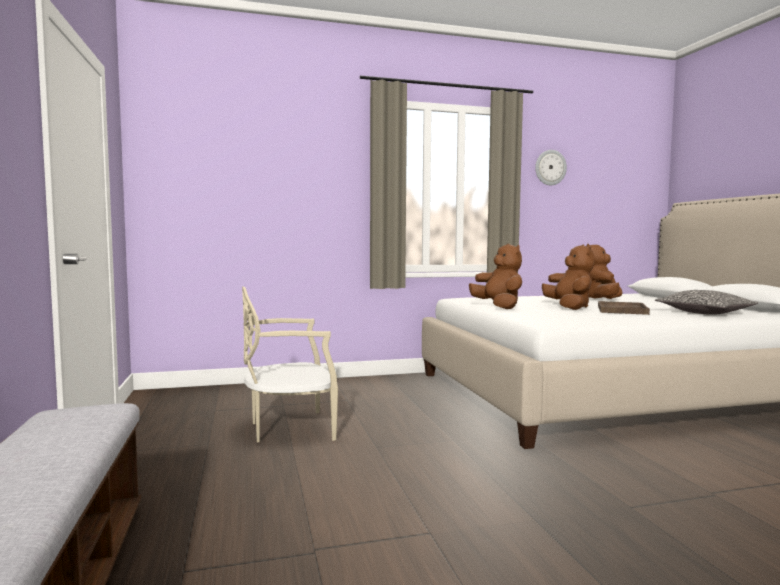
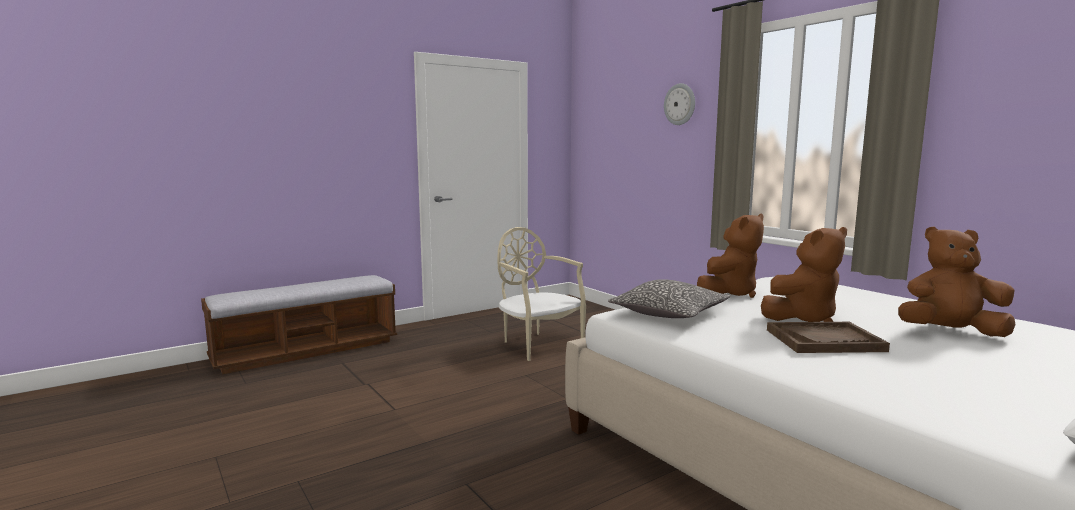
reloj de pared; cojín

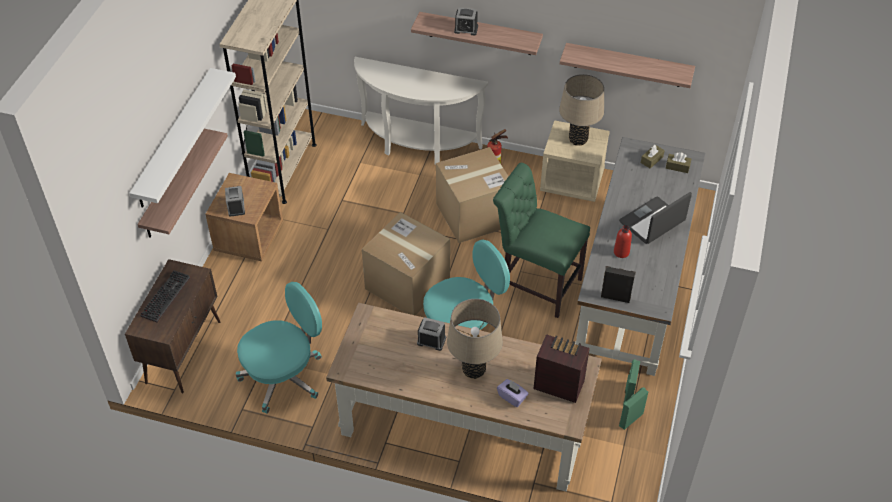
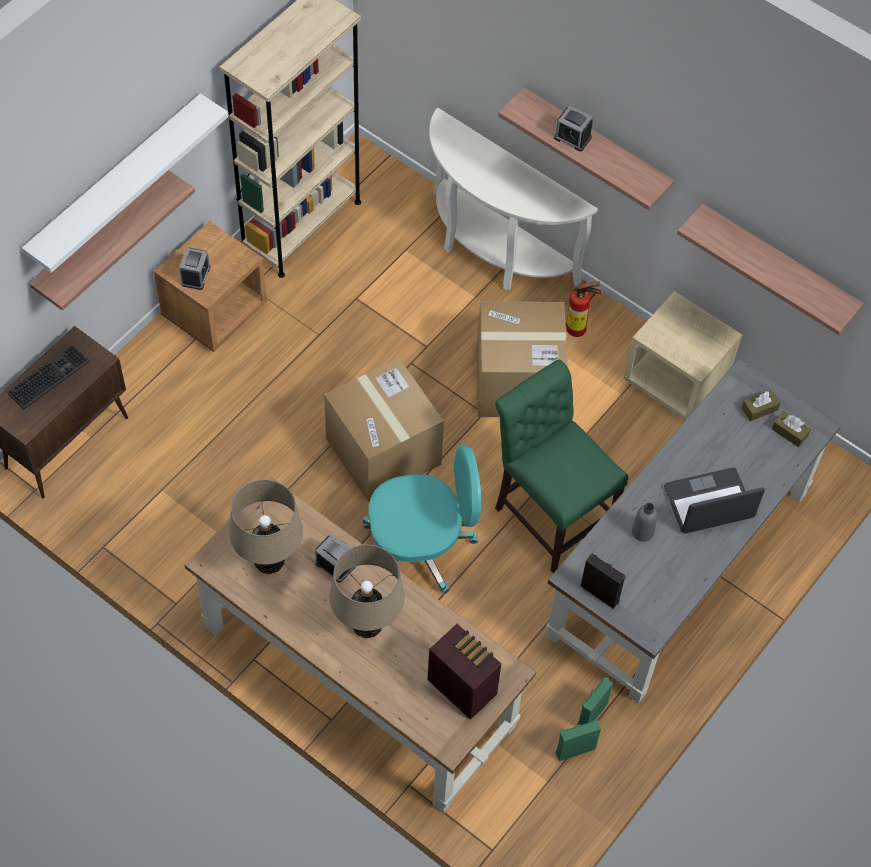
silla de oficina [turquesa] (no. 1 from left in the first image); caja de pañuelos [morado]; lámpara de mesa [beis] (no. 1 from left); botella [gris]

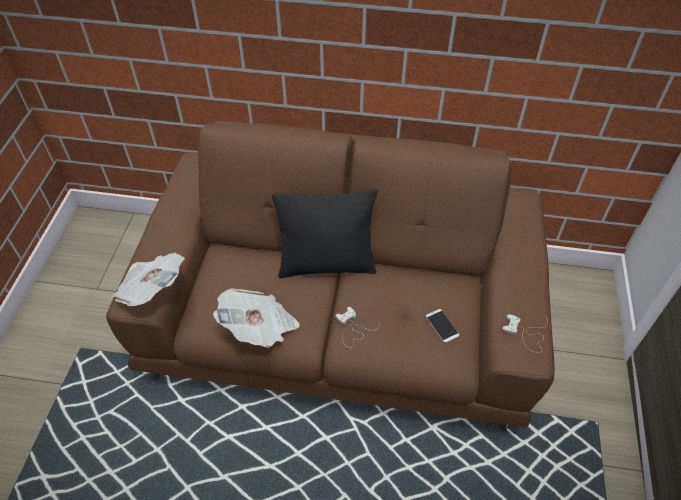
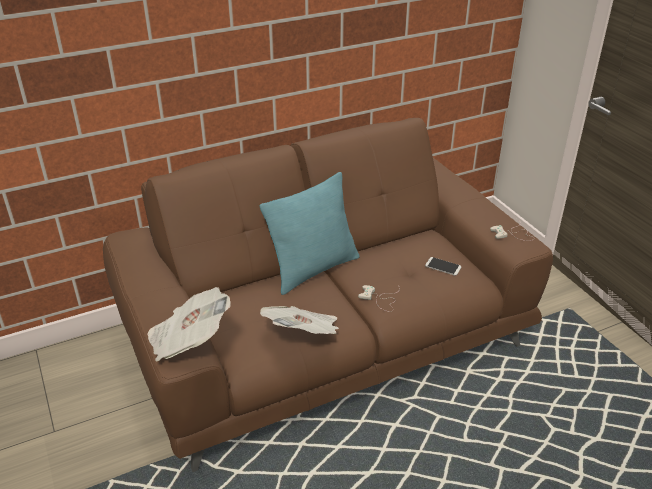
cojín [turquesa]

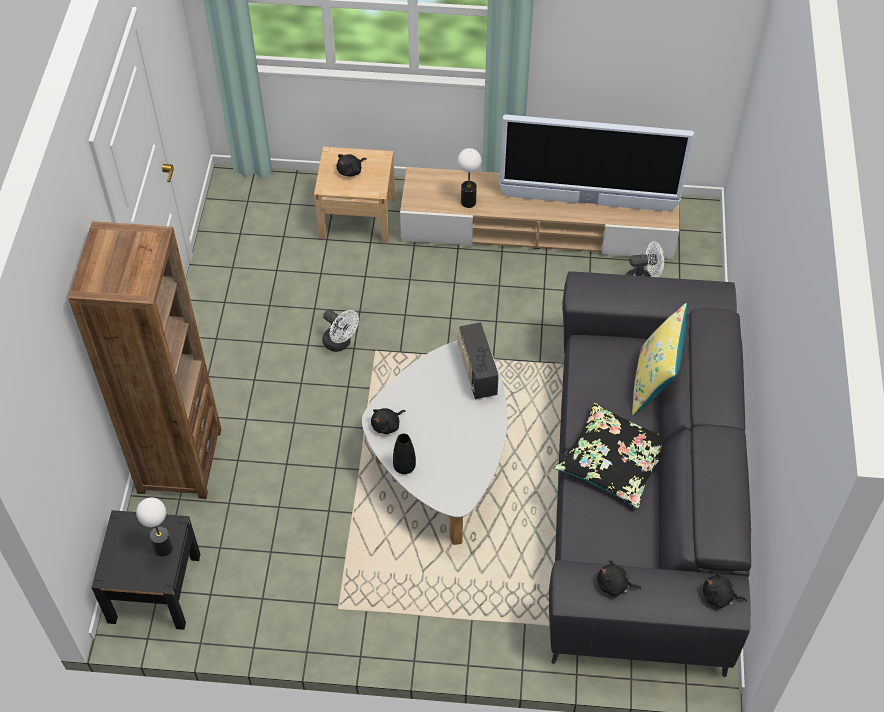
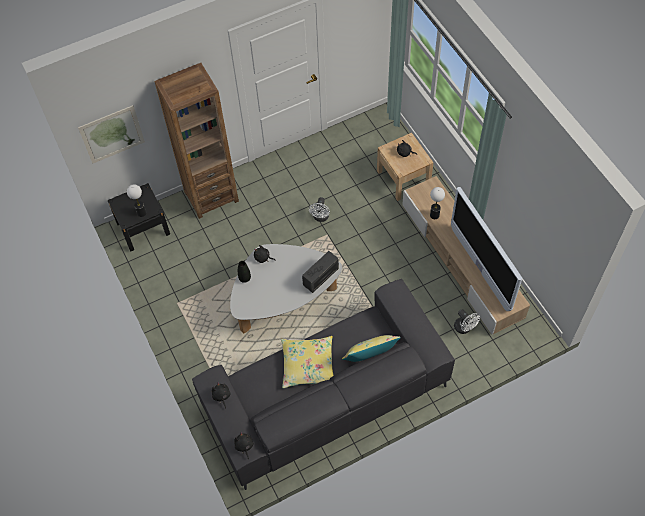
cuadro; cojín [amarillo] (no. 1 from left)

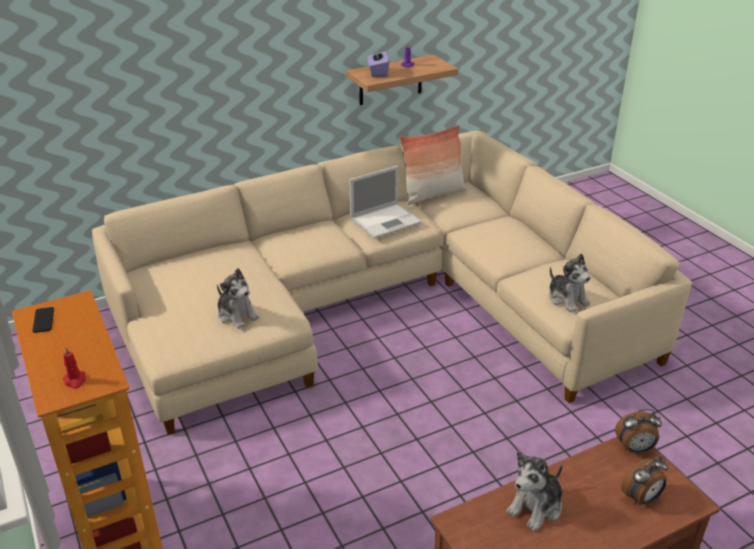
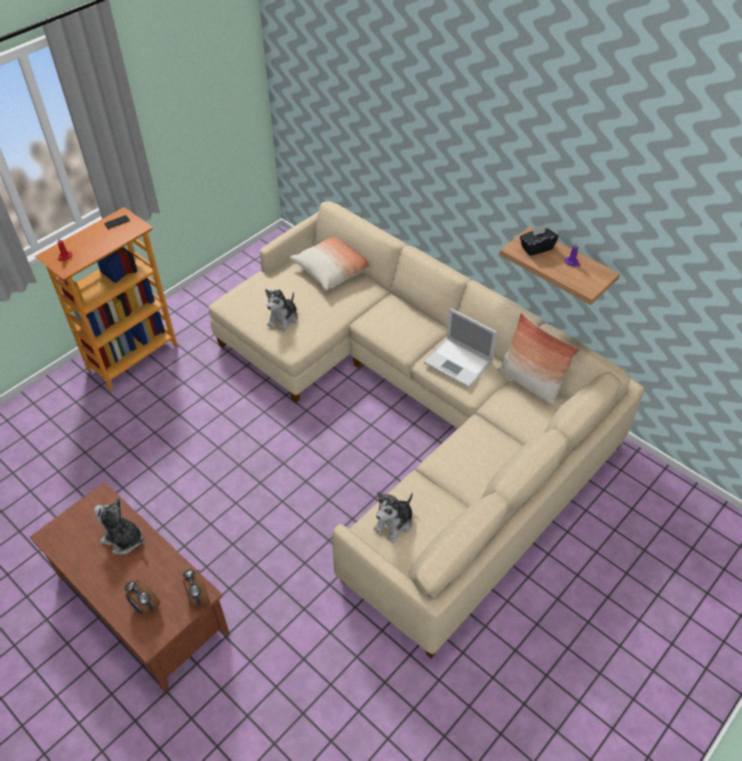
cojín (no. 1 from left); caja de pañuelos [negro]

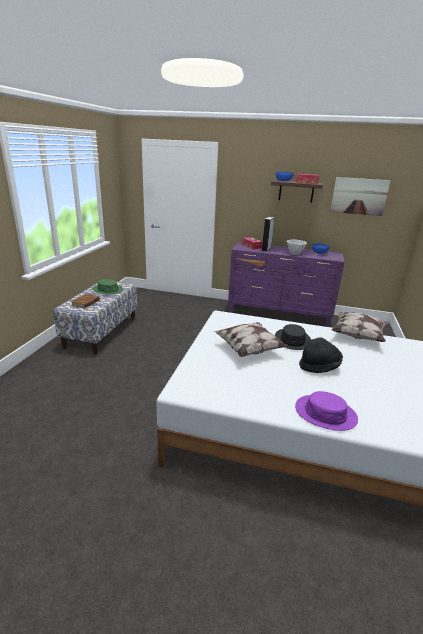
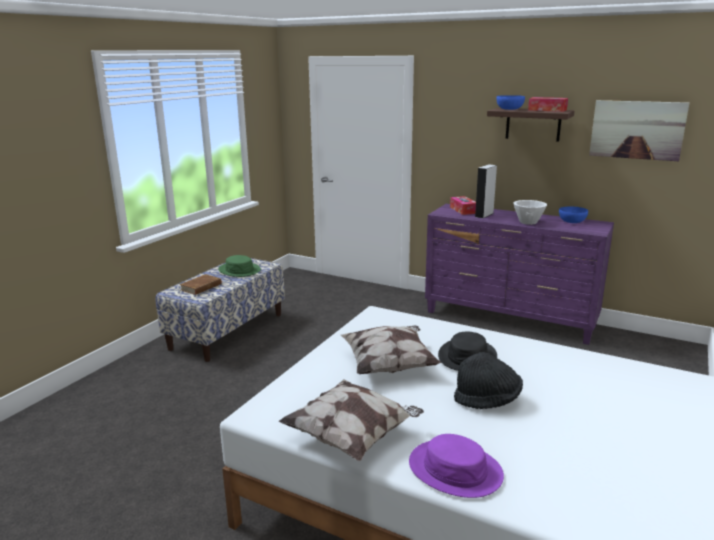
cojín (no. 1 from left)

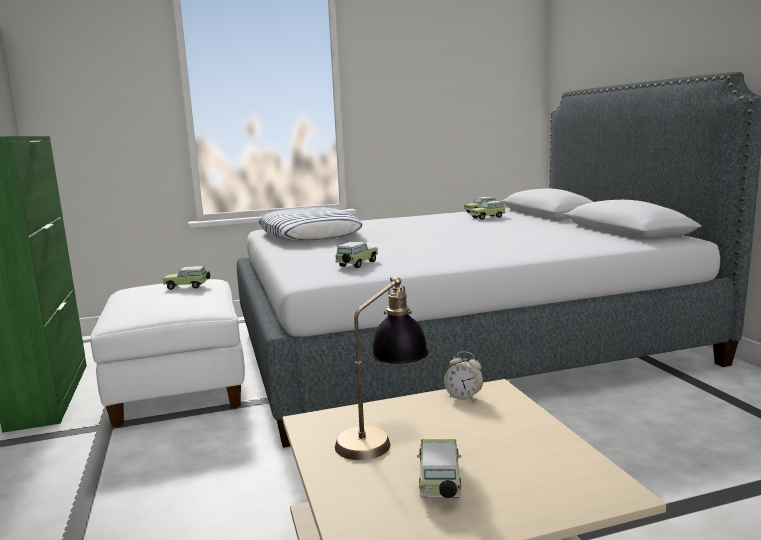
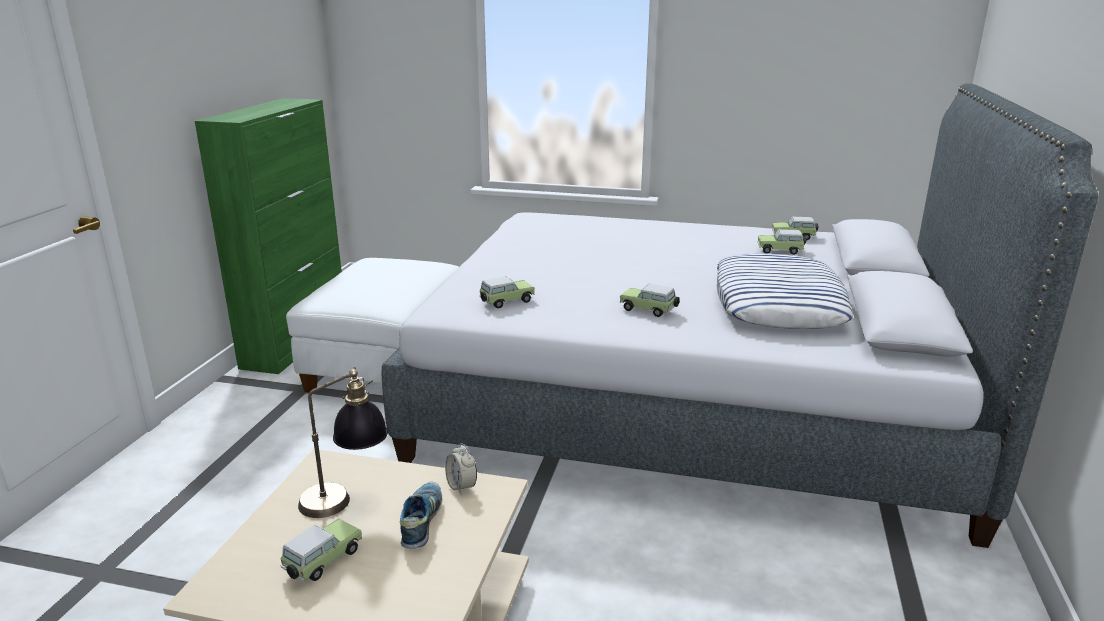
zapato; coche de juguete (no. 3 from left); cojín

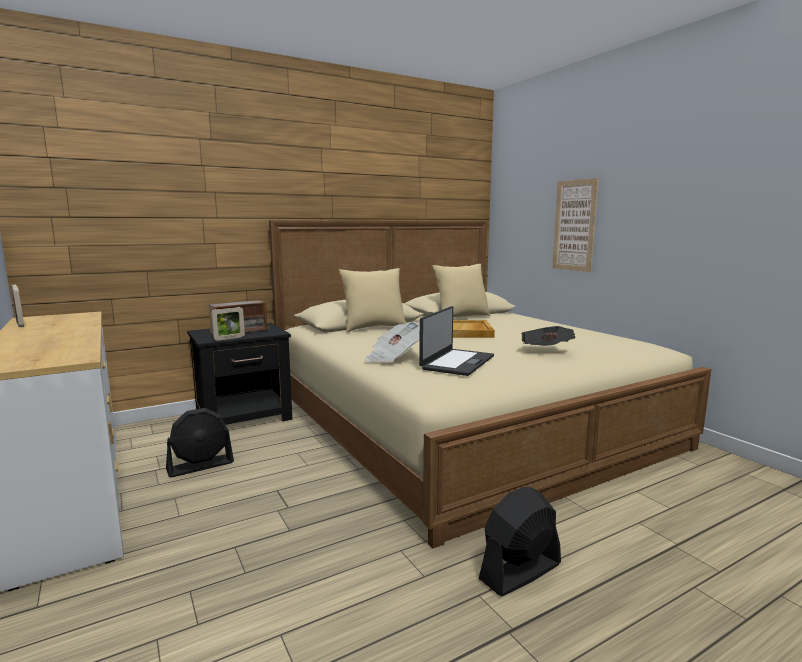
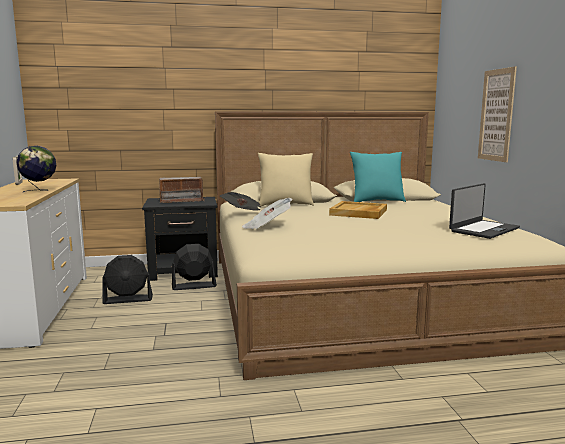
portarretratos (no. 2 from left in the first image); globo terráqueo; portátil; ventilador [negro] (no. 2 from left); periódico (no. 1 from left); cojín [turquesa]

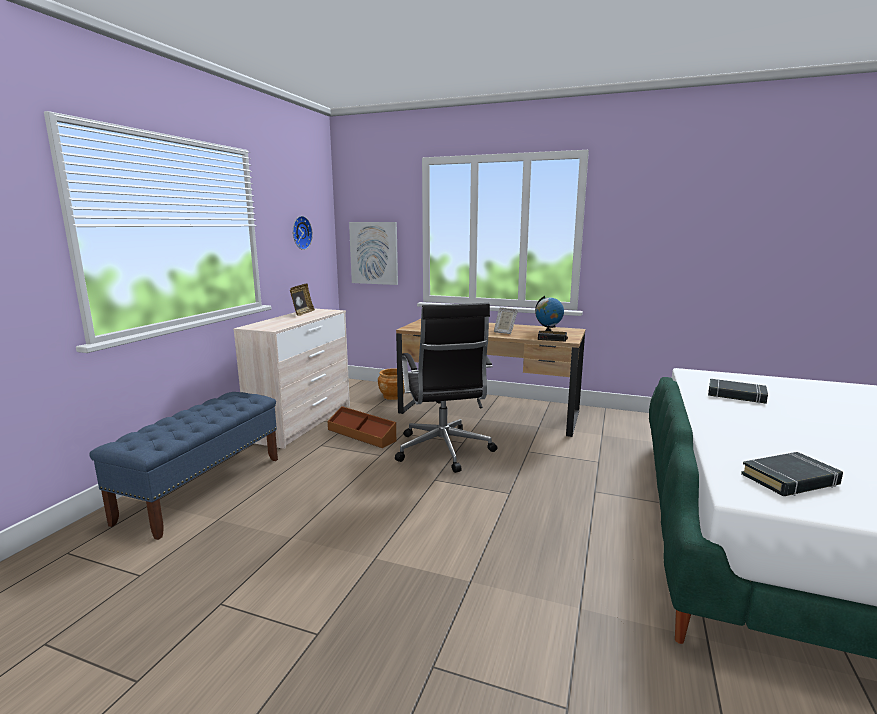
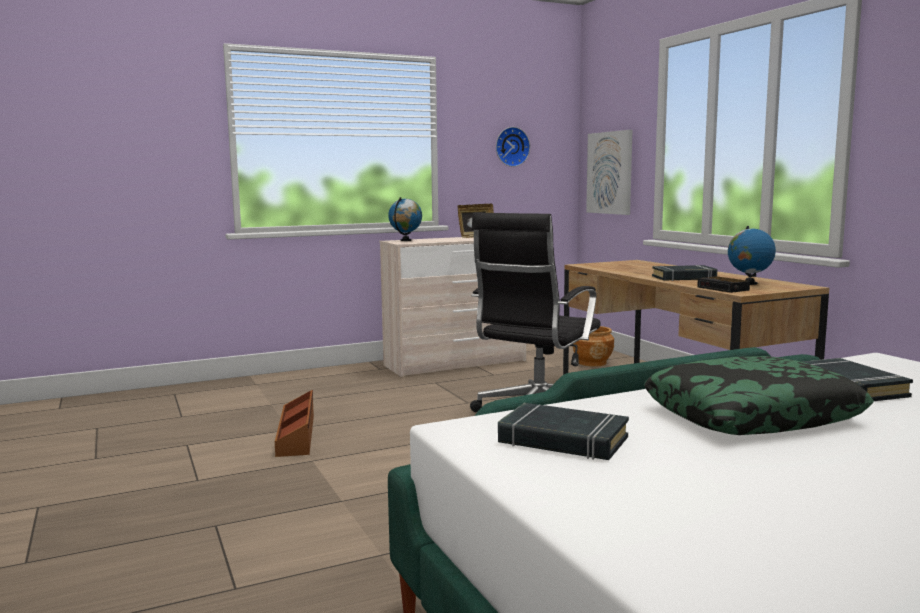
banco [azul]; globo terráqueo (no. 1 from left); cojín; caja de almacenaje [marrón]; libro [negro] (no. 2 from left)

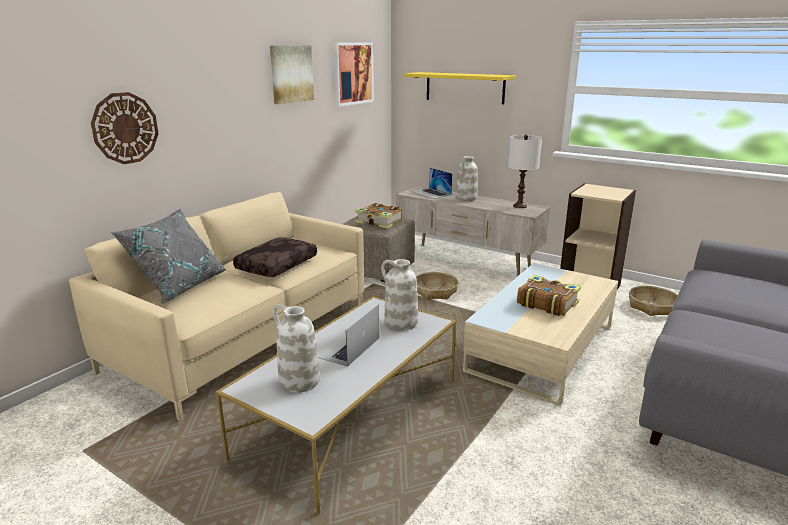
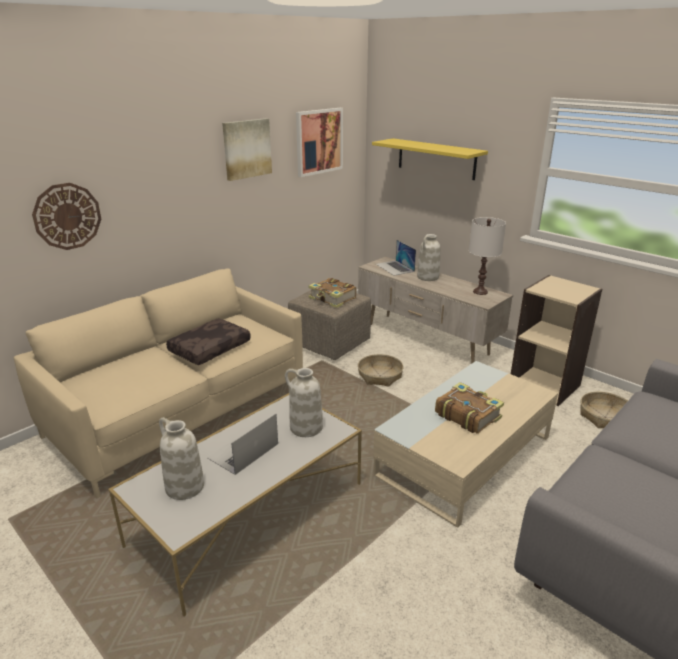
cojín [gris]

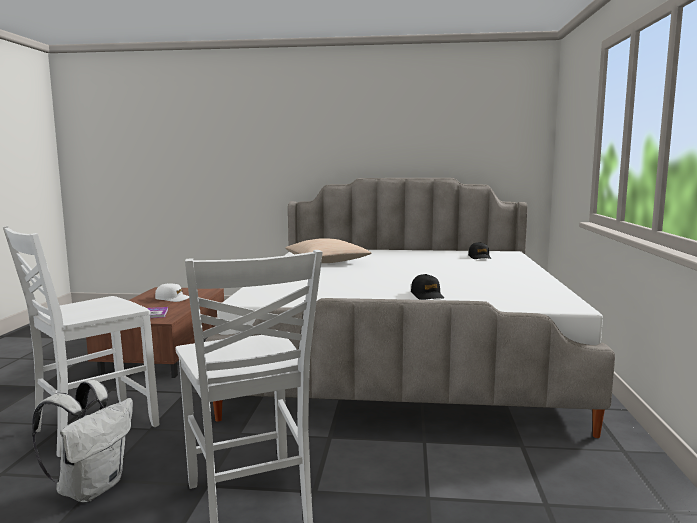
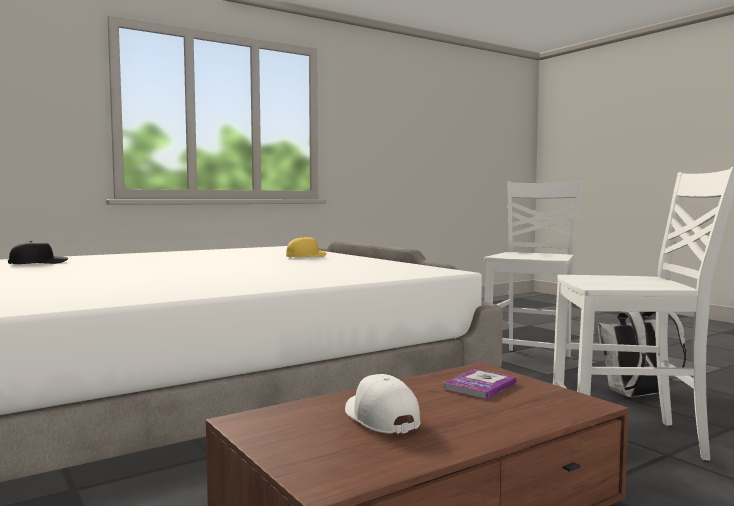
cojín [beis]; gorra [amarillo]

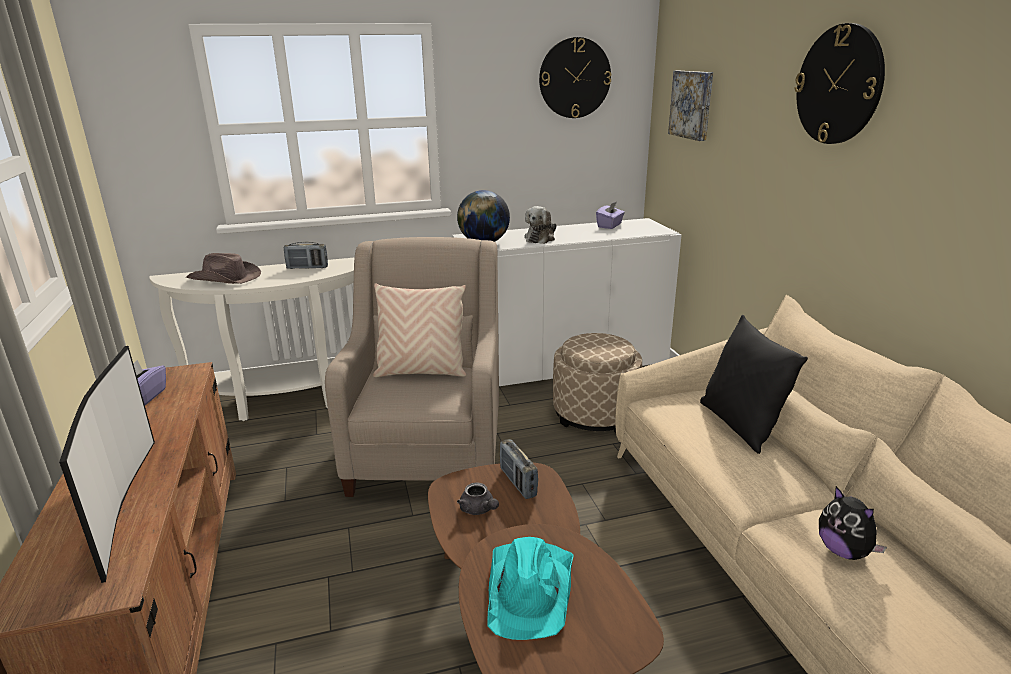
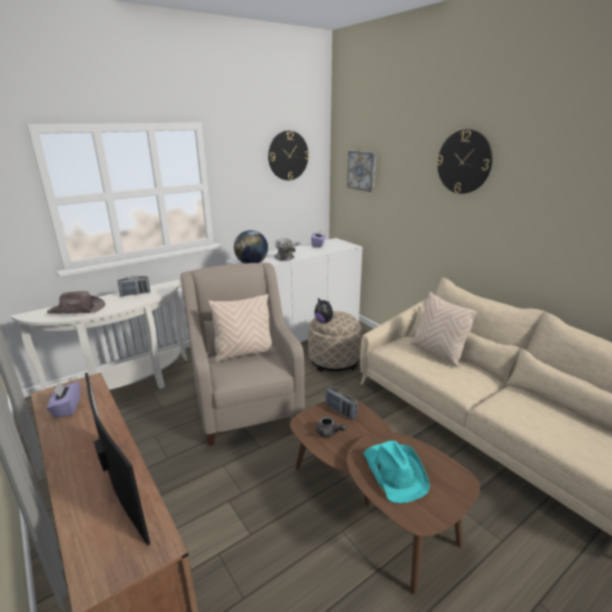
peluche (no. 2 from left); cojín [beis] (no. 2 from left)

